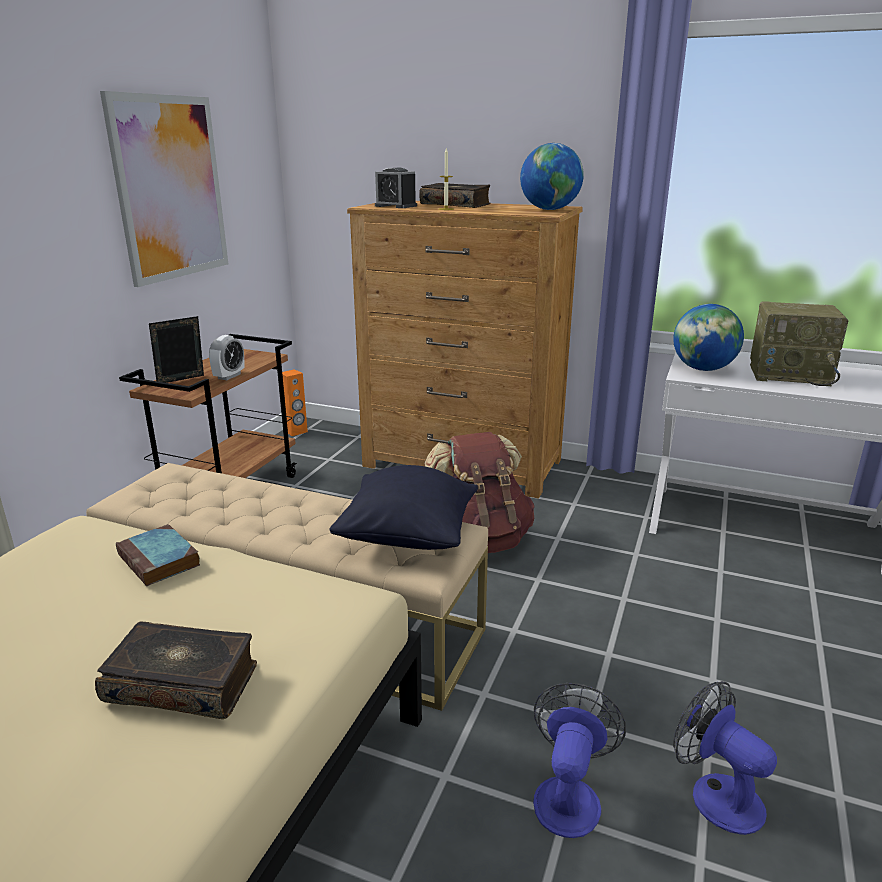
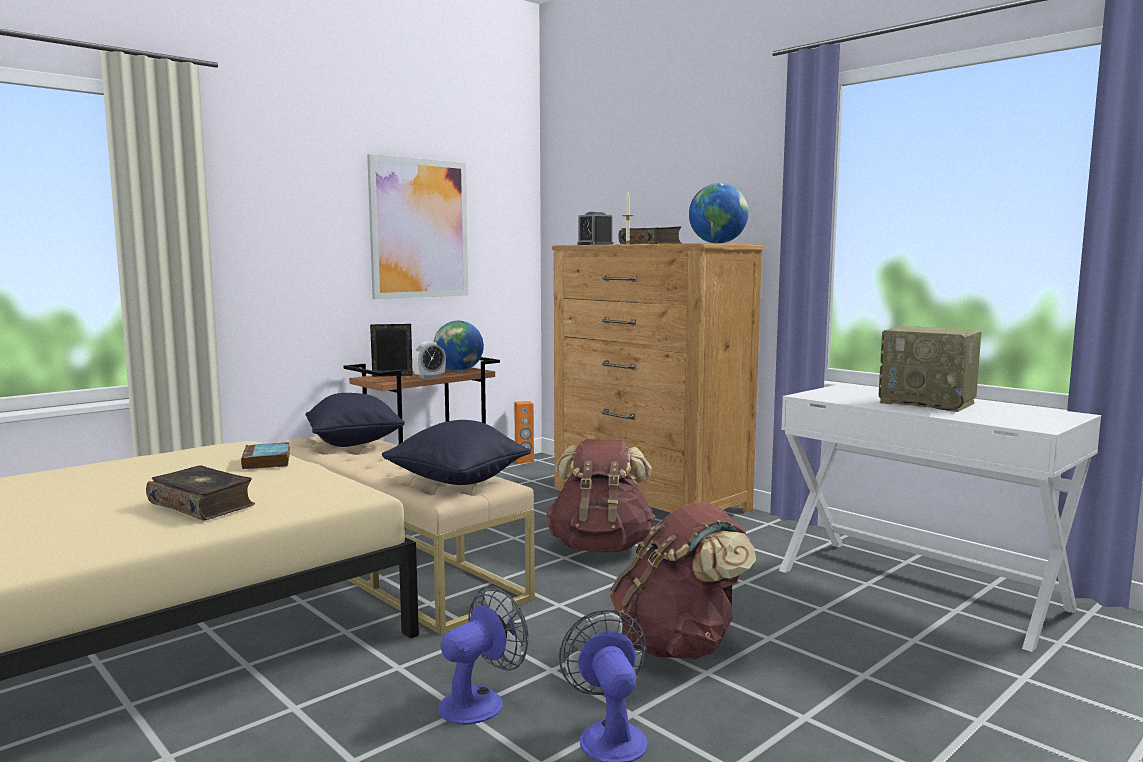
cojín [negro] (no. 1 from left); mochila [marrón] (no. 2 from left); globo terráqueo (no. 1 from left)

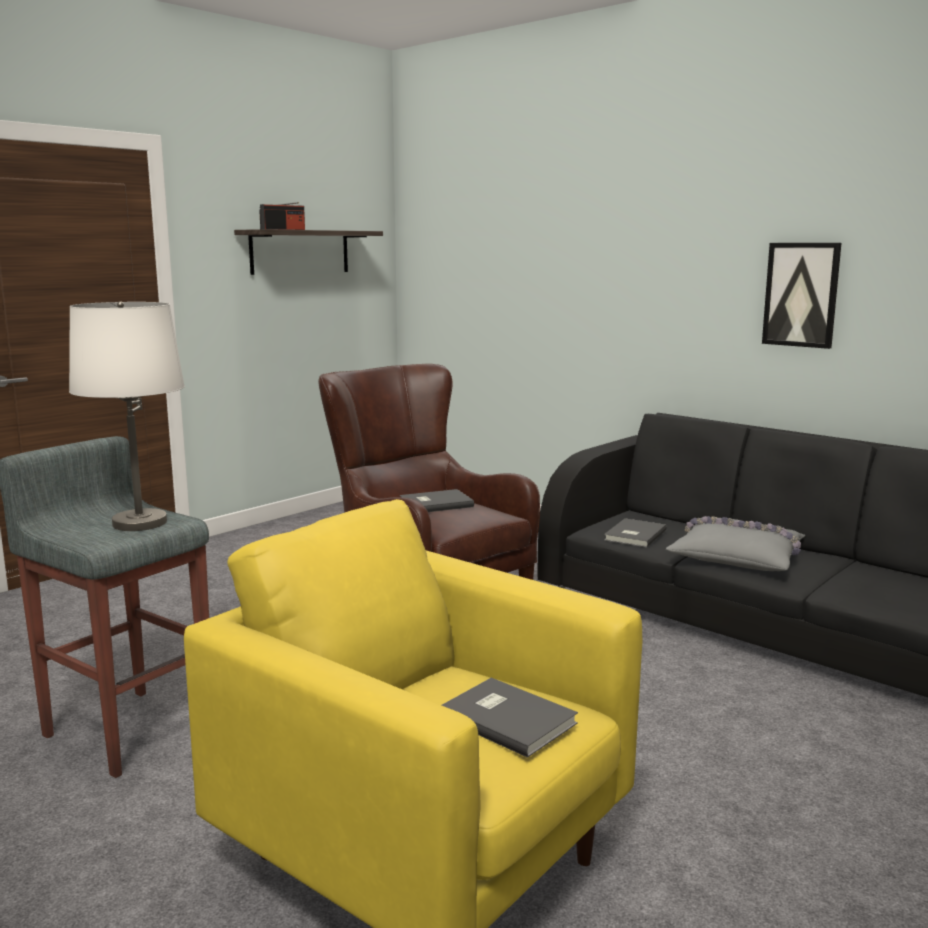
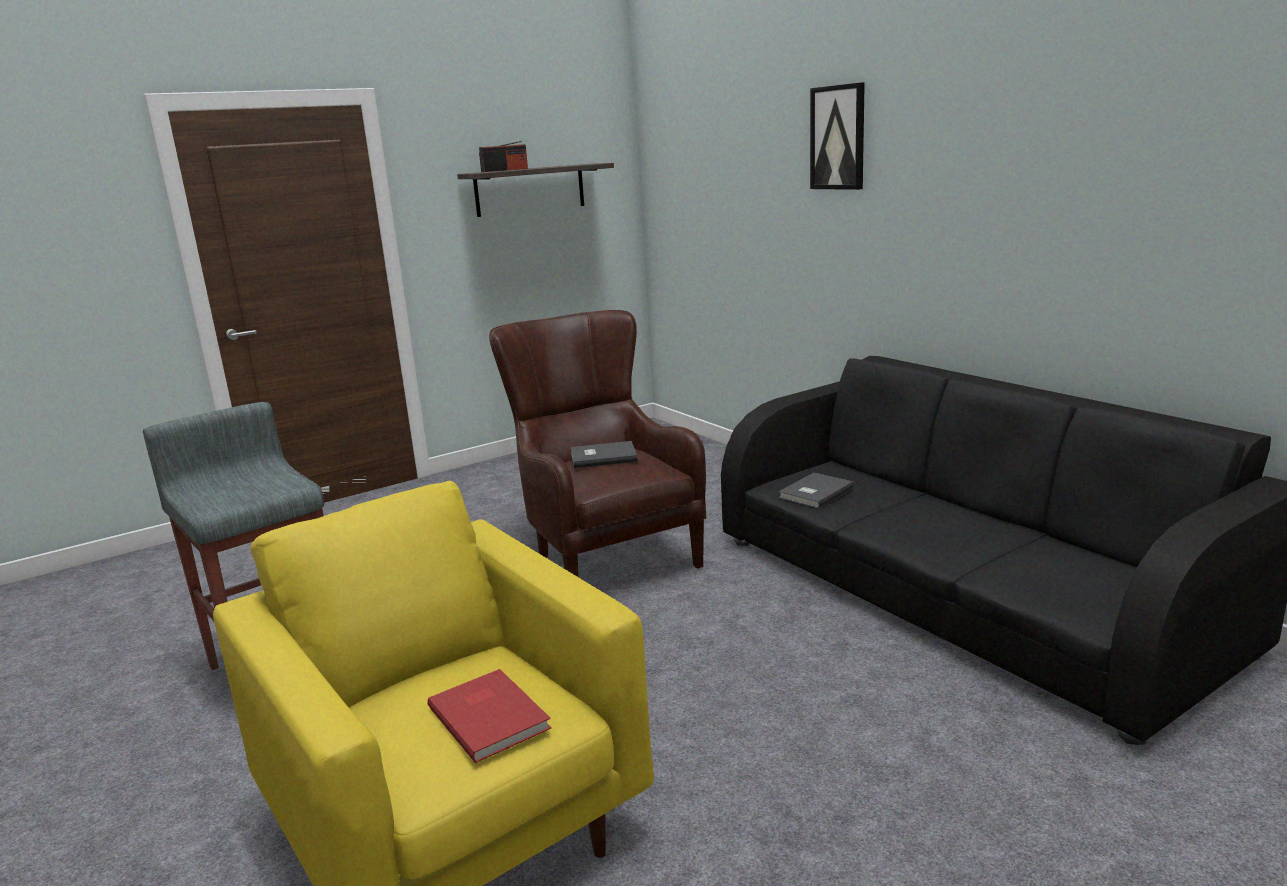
lámpara de mesa [blanco]; cojín [gris]; cuadro; libro [rojo]

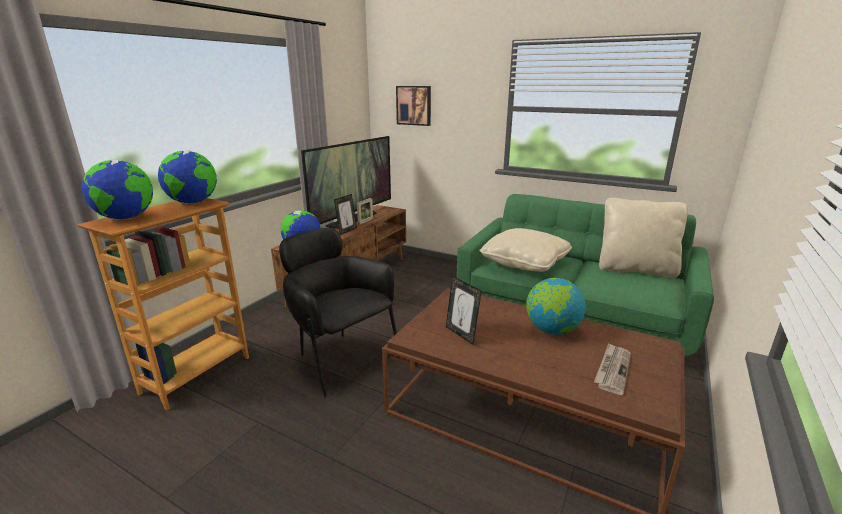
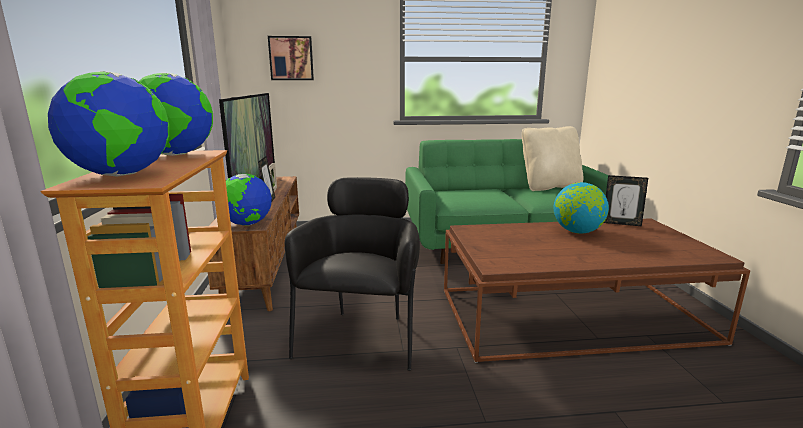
cojín [beis] (no. 1 from left in the first image); periódico; portarretratos (no. 3 from left); sillón [negro]

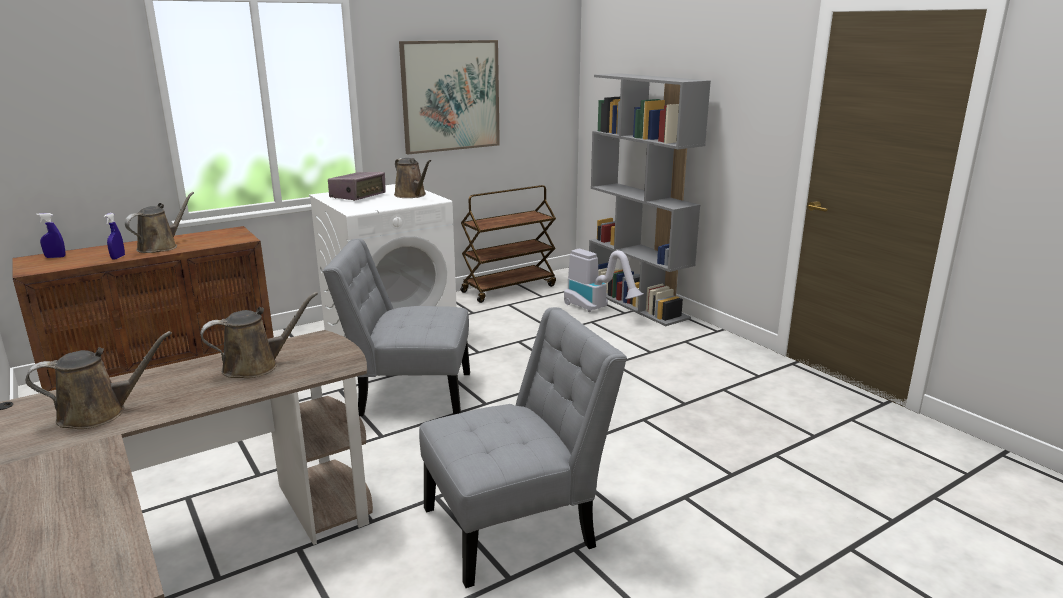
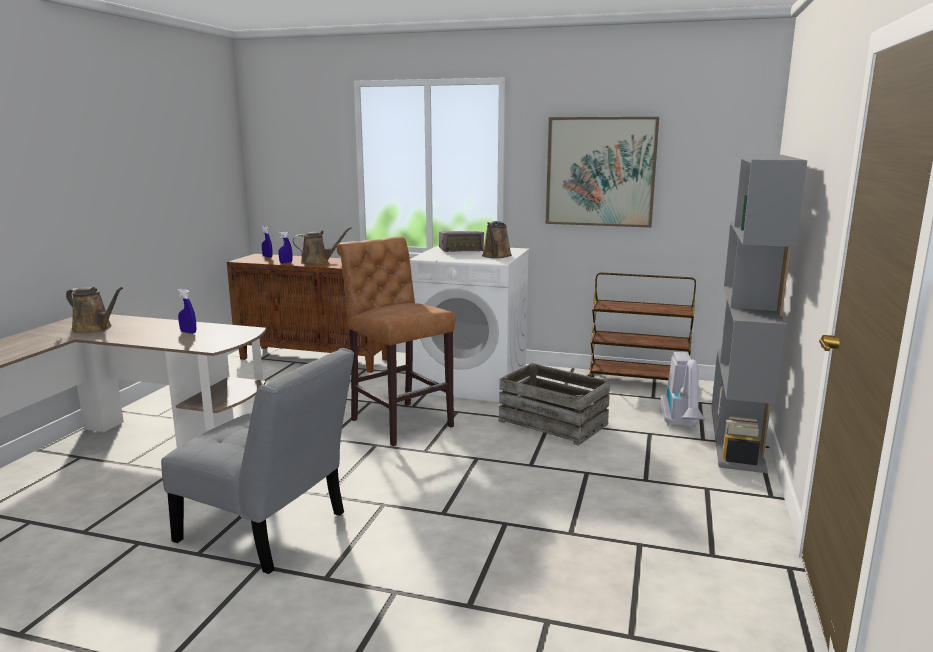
caja de embalaje; pulverizador [azul] (no. 1 from left); taburete [marrón]

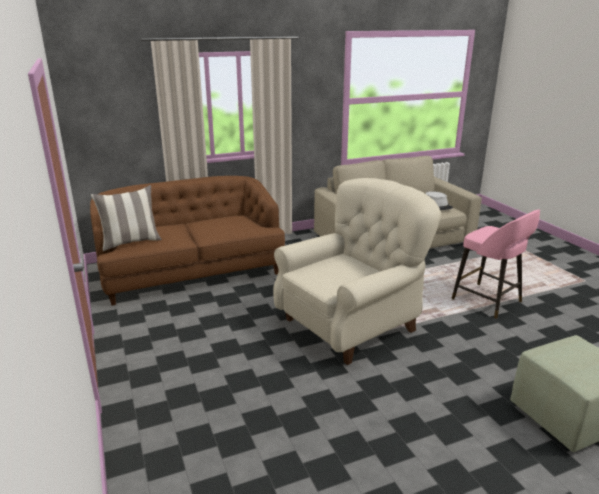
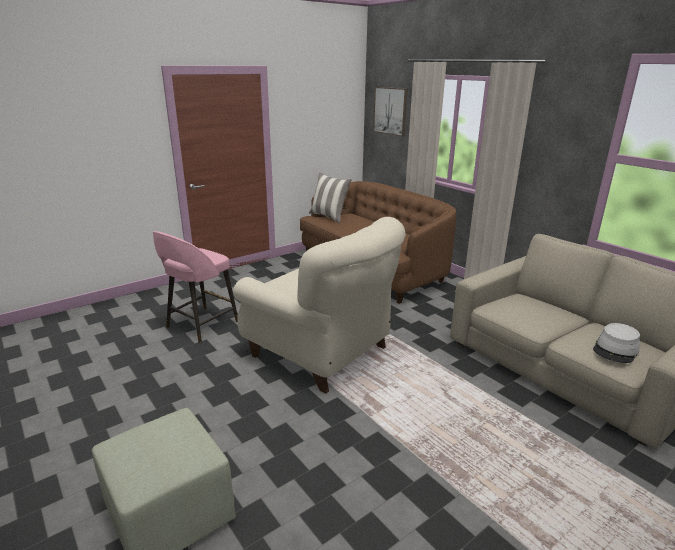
cuadro; taburete [rosa]

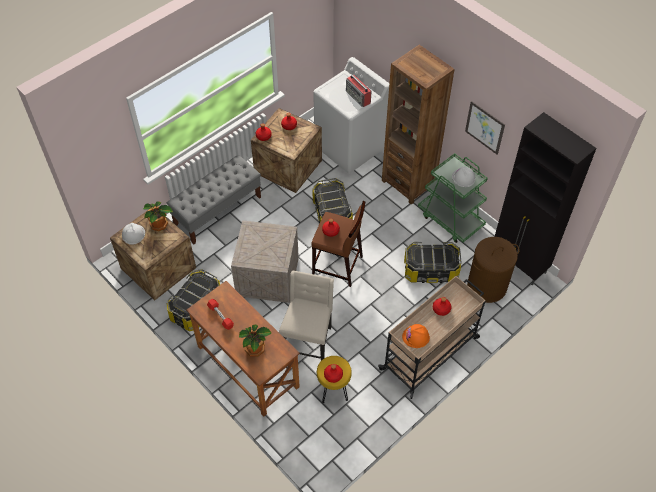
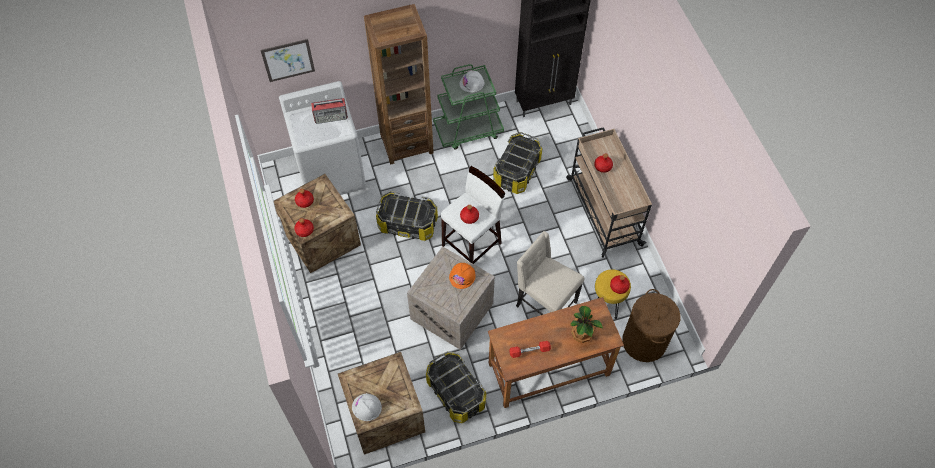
planta en maceta (no. 1 from left in the first image); banco [gris]; casco [naranja]; cuadro; cesto de la ropa [marrón]; taburete [blanco]

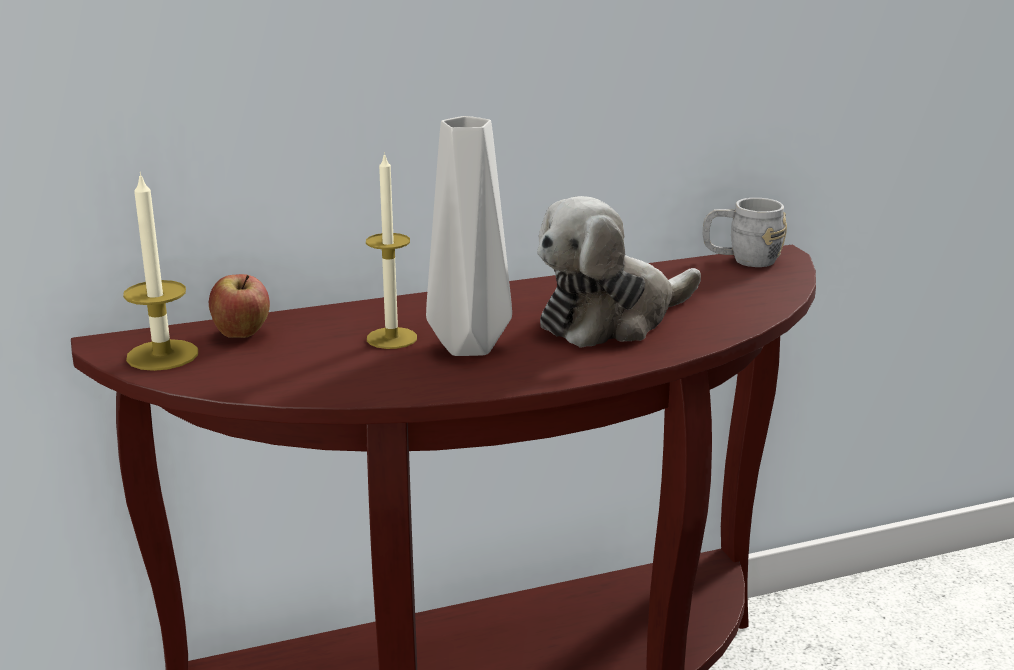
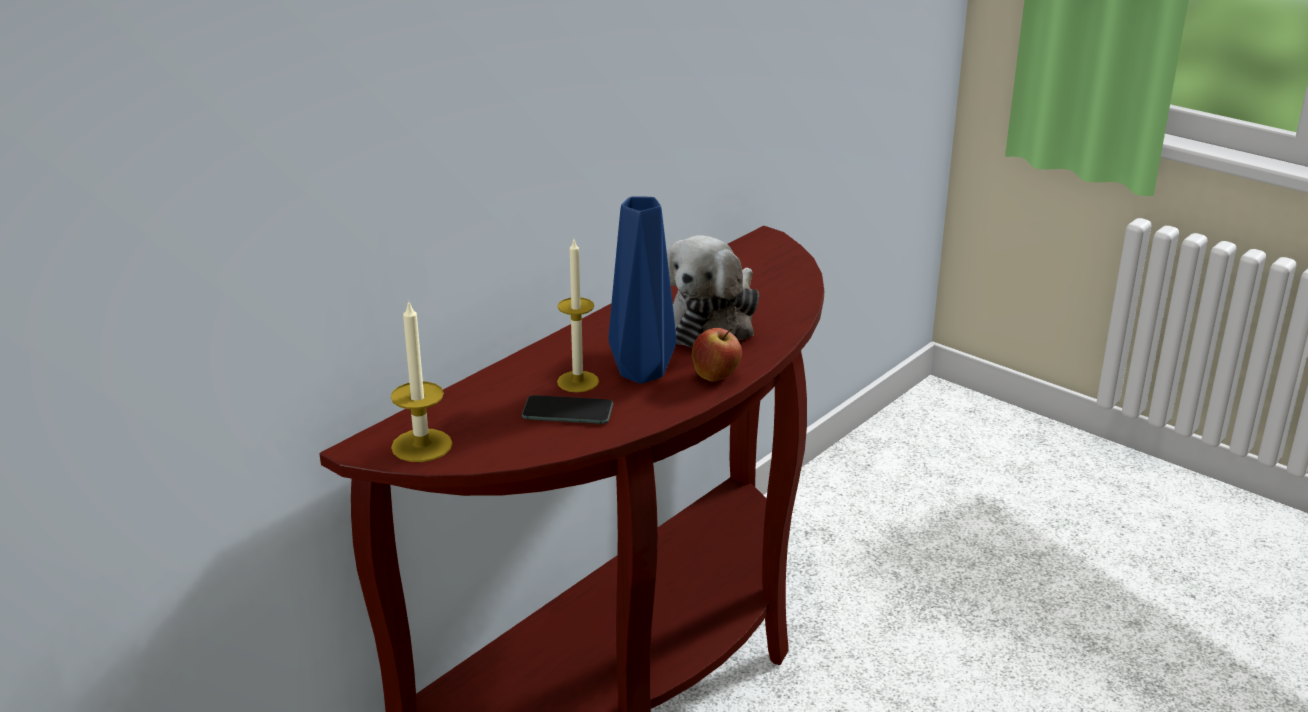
taza grande [gris]; móvil; manzana; florero [azul]

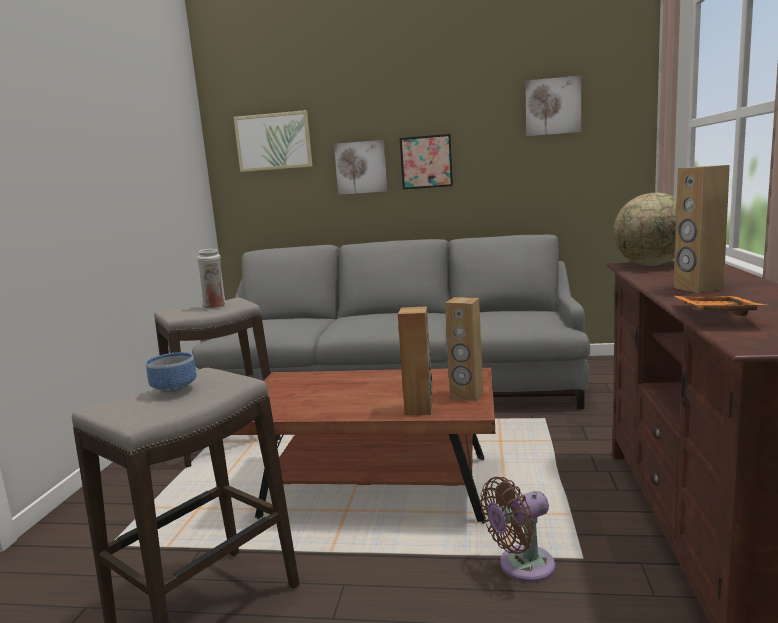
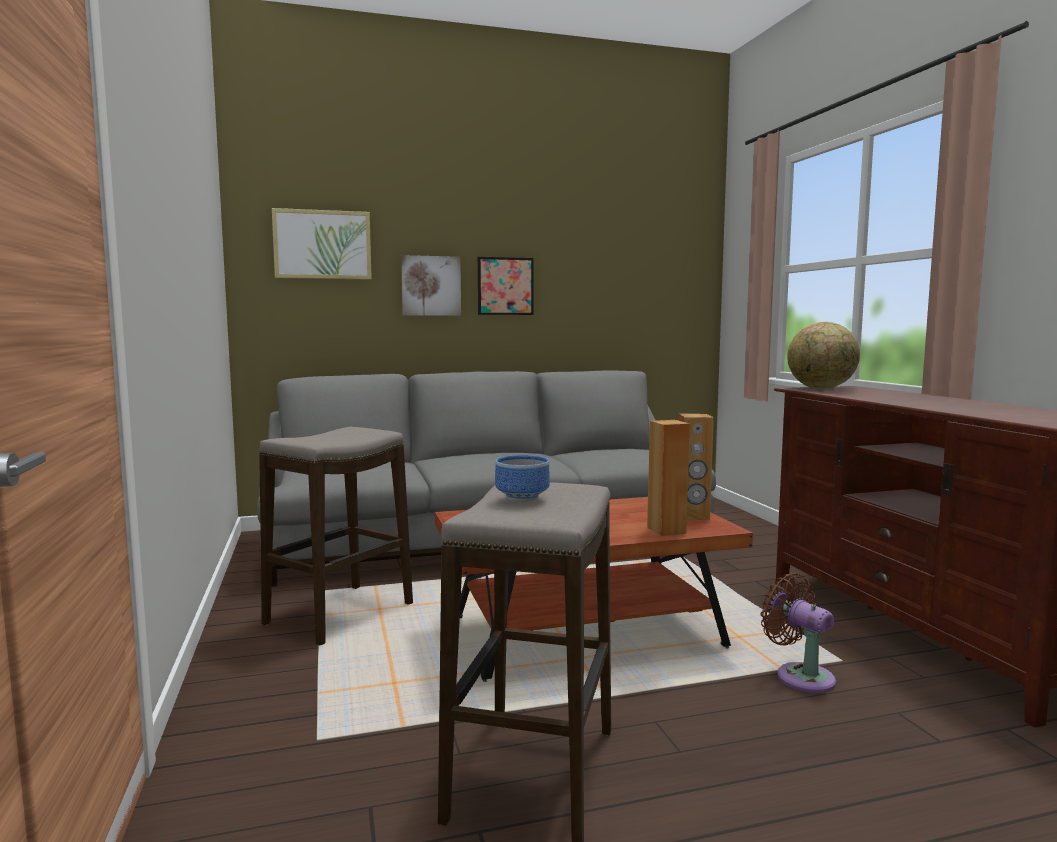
florero [blanco]; cuadro (no. 4 from left in the first image); altavoz [marrón] (no. 3 from left in the first image); bandeja [naranja]; ventilador [marrón]

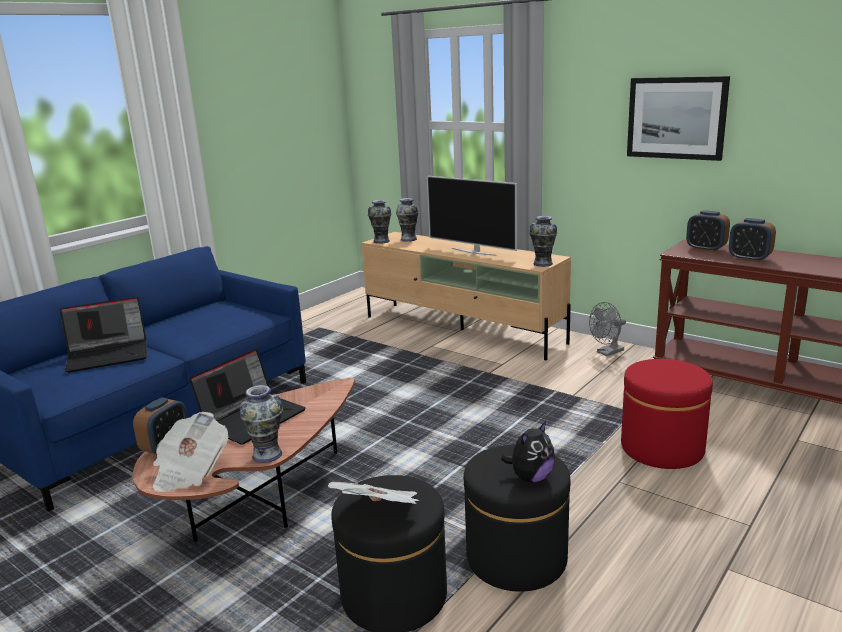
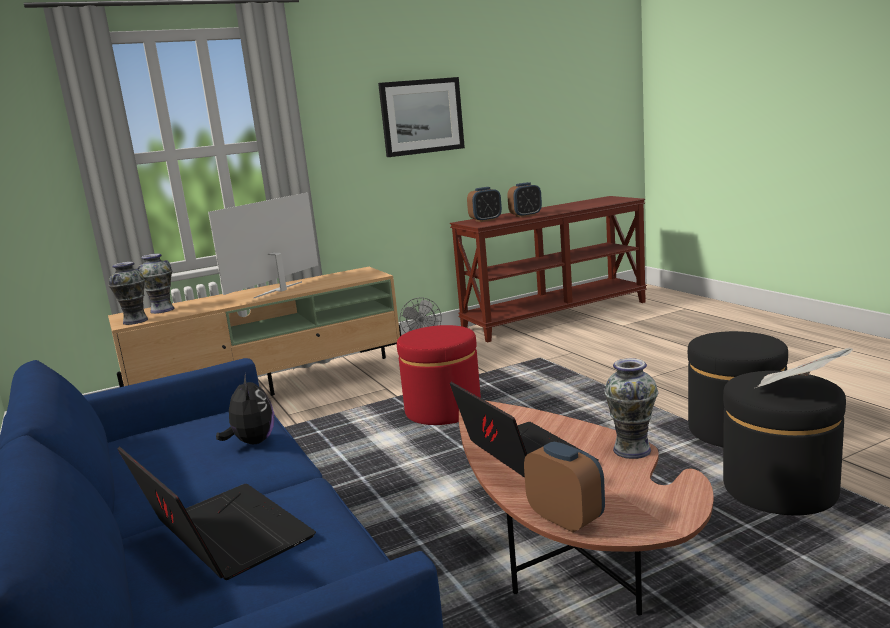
periódico (no. 1 from left in the first image); florero (no. 4 from left in the first image); peluche; puf [rojo]; portátil (no. 1 from left); televisor

